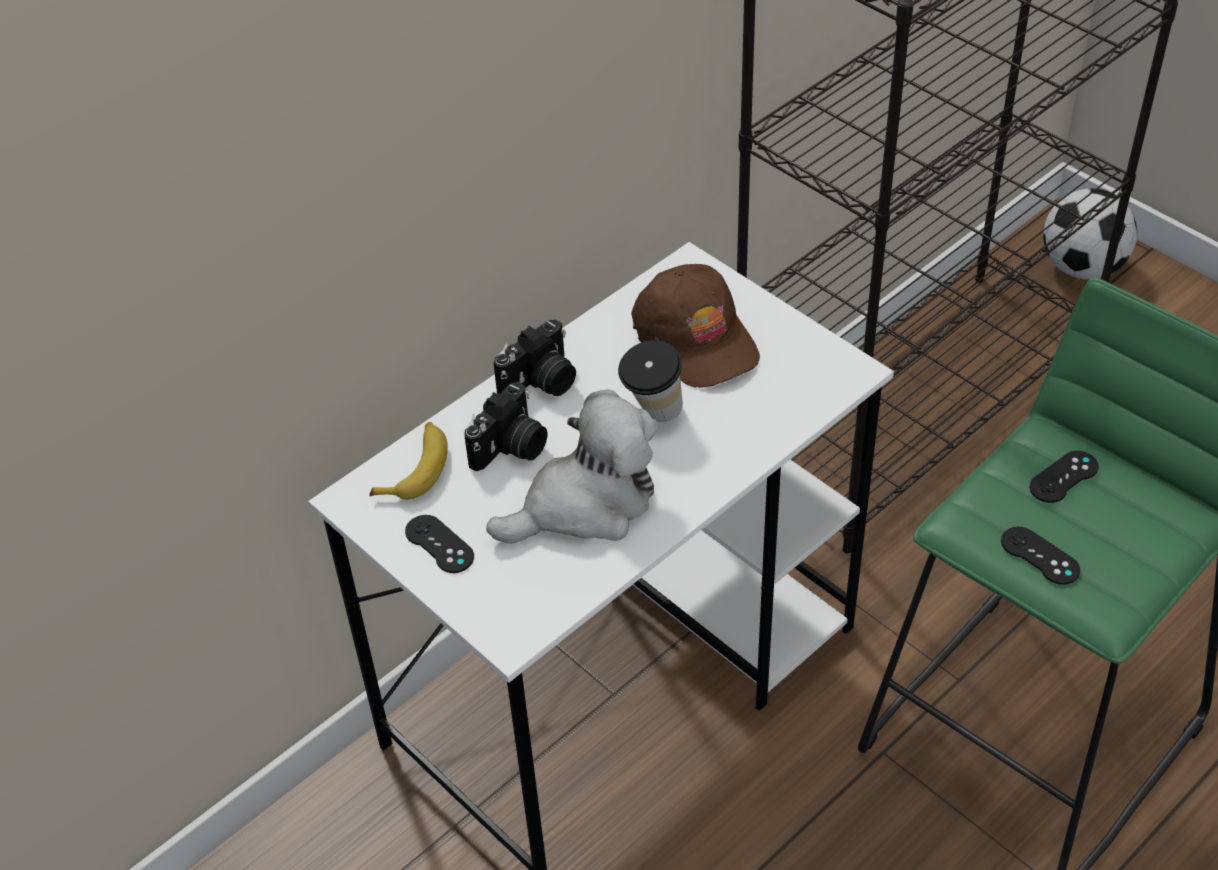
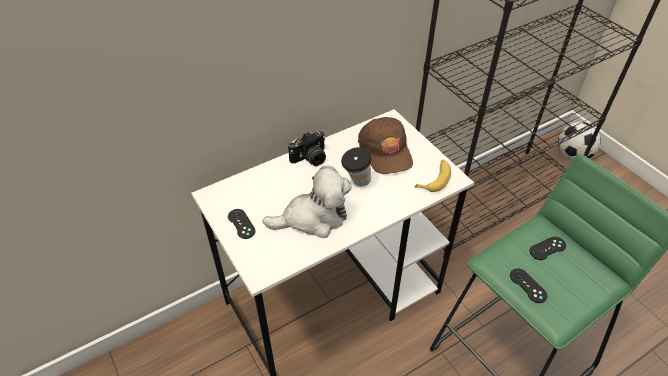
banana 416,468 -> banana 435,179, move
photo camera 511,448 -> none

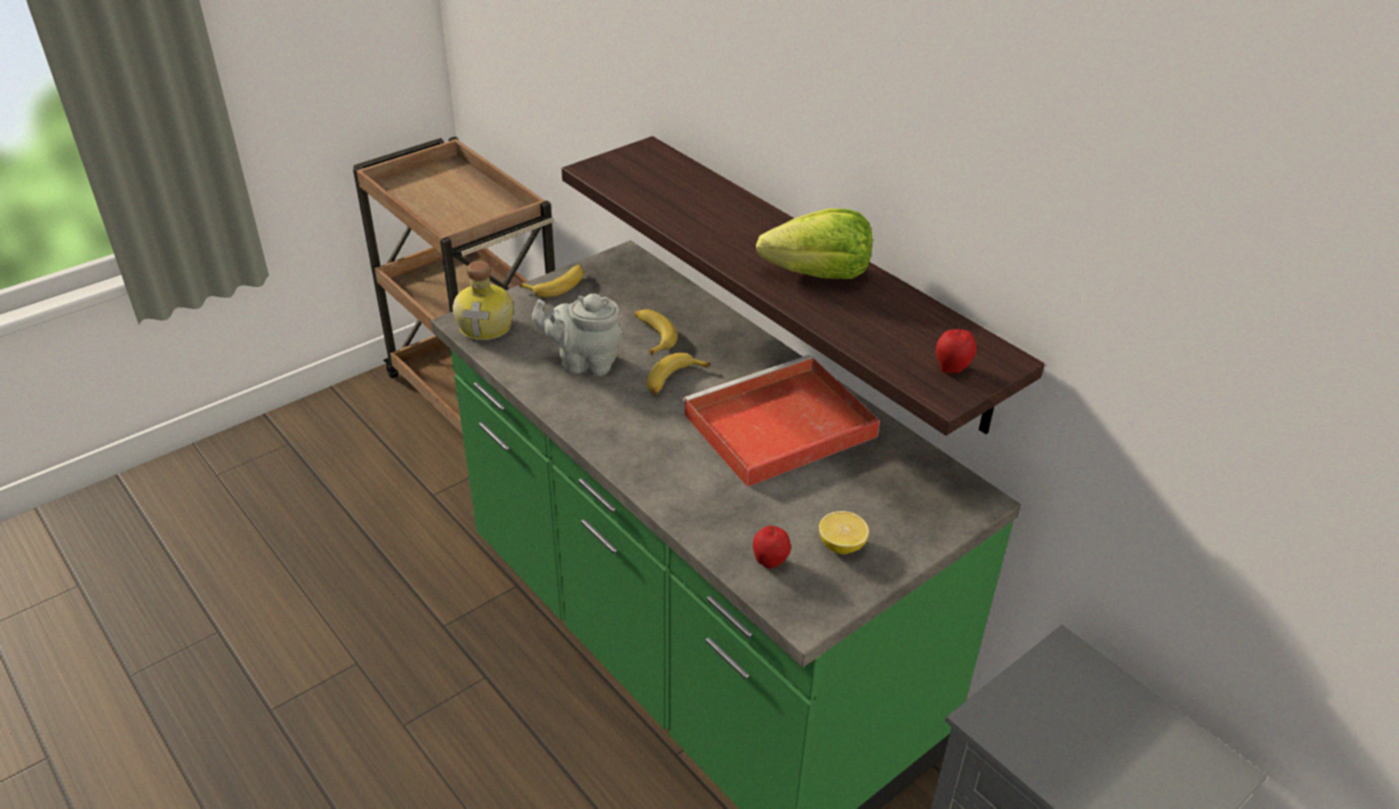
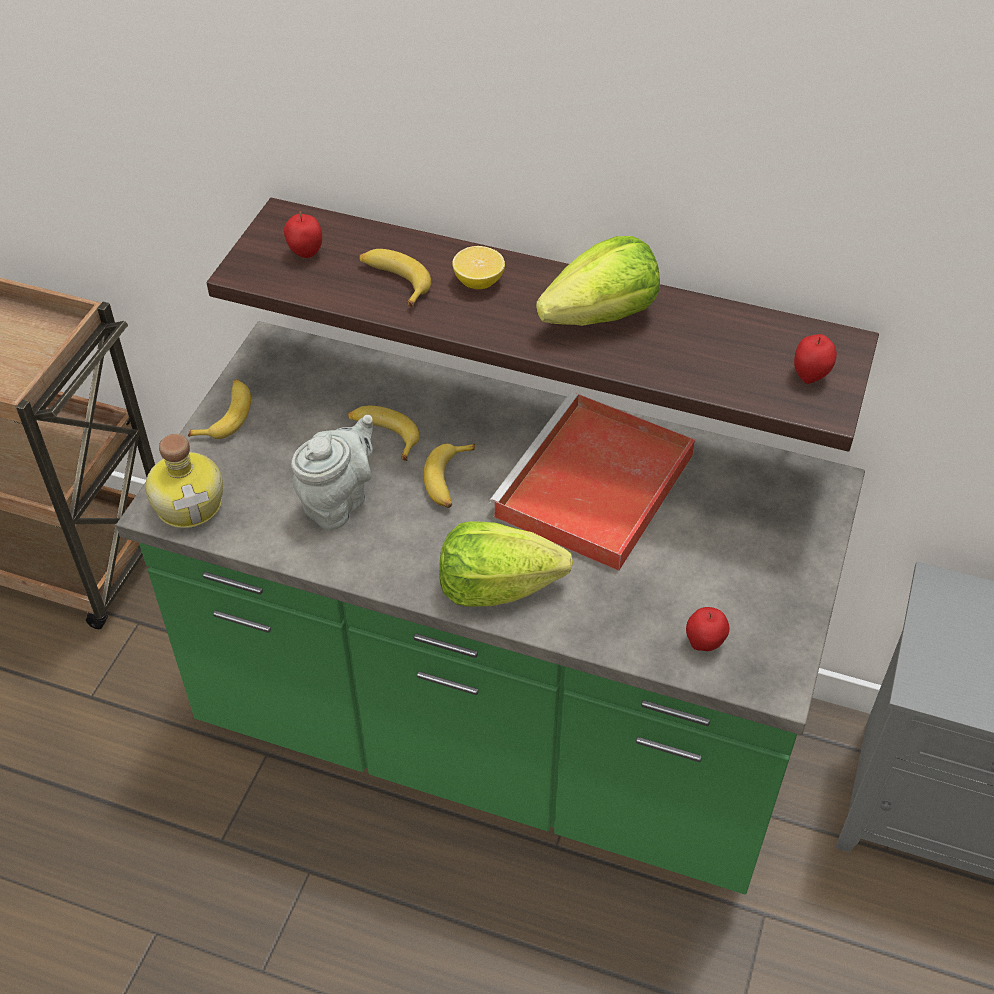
teapot in grey 584,363 -> teapot in grey 338,501, 150 degrees clockwise
lemon 841,545 -> lemon 478,281, move
none -> apple 306,254
none -> banana 394,281
none -> lettuce 497,586

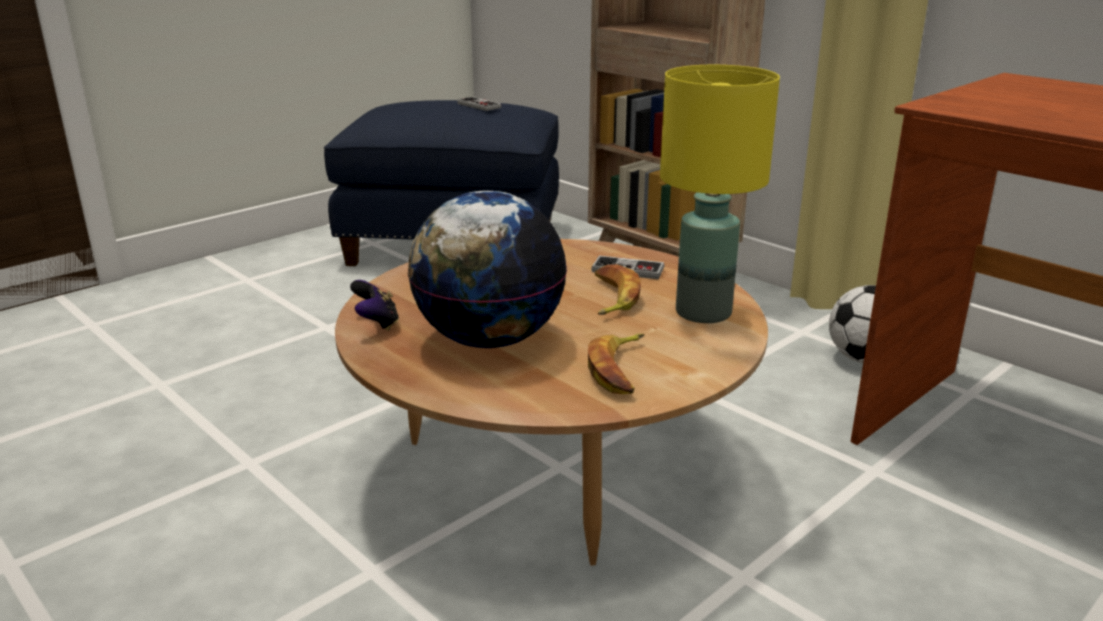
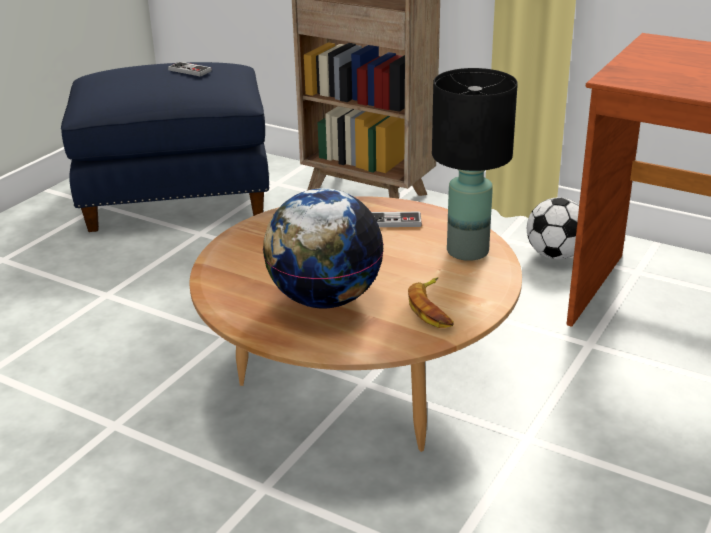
game controller 376,323 -> none
banana 611,297 -> none
table lamp in yellow 701,312 -> table lamp in black 466,251

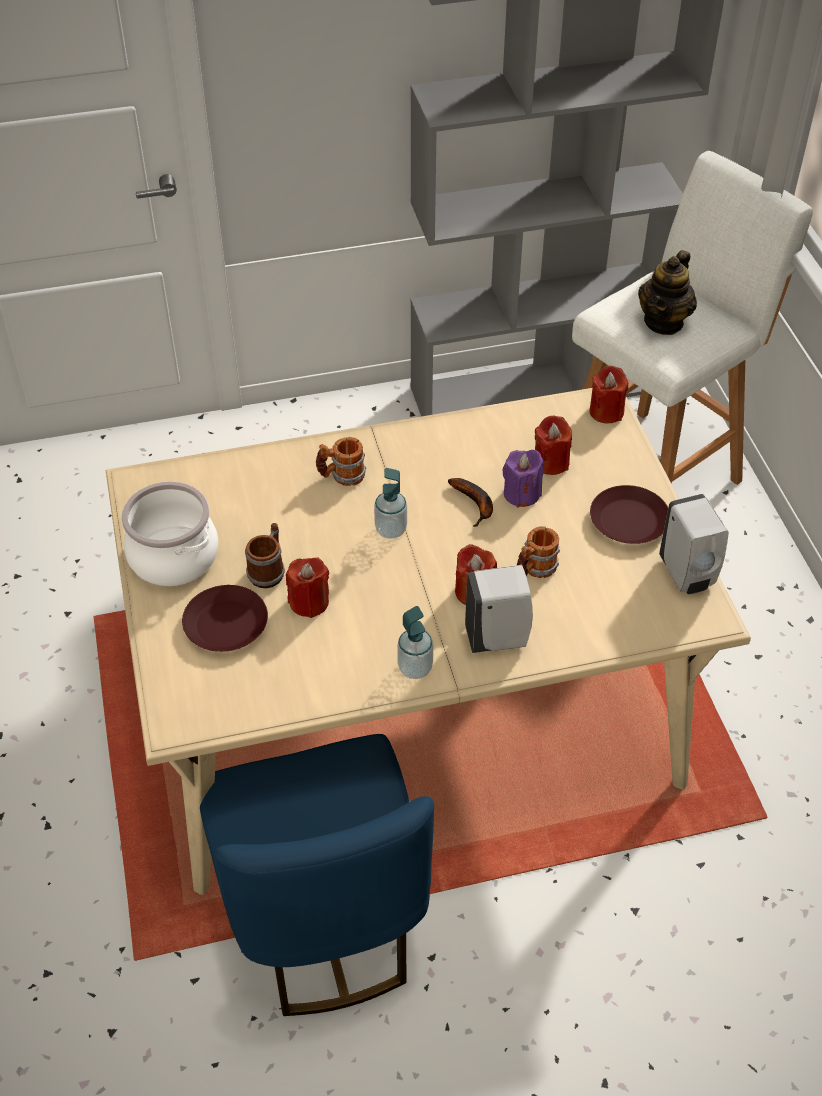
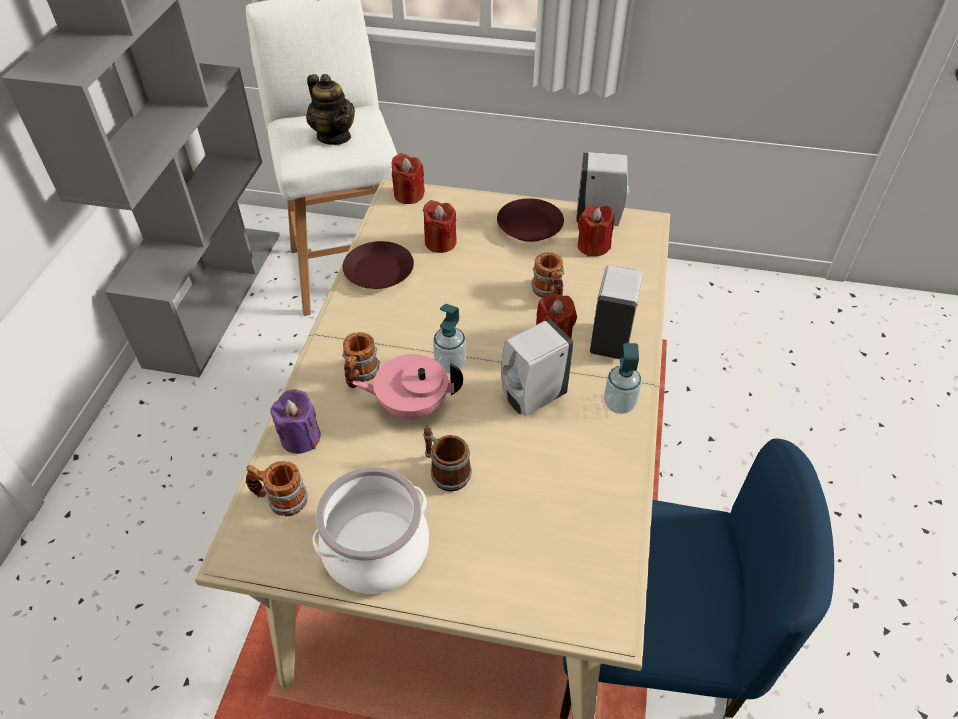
plate in brown 225,624 -> plate in brown 378,271, move
candle in red 309,602 -> candle in red 593,246, move
banana 475,504 -> none
candle in purple 521,494 -> candle in purple 300,437, move
none -> mug 280,499
none -> teapot in pink 412,405
none -> soap dispenser in white 531,398

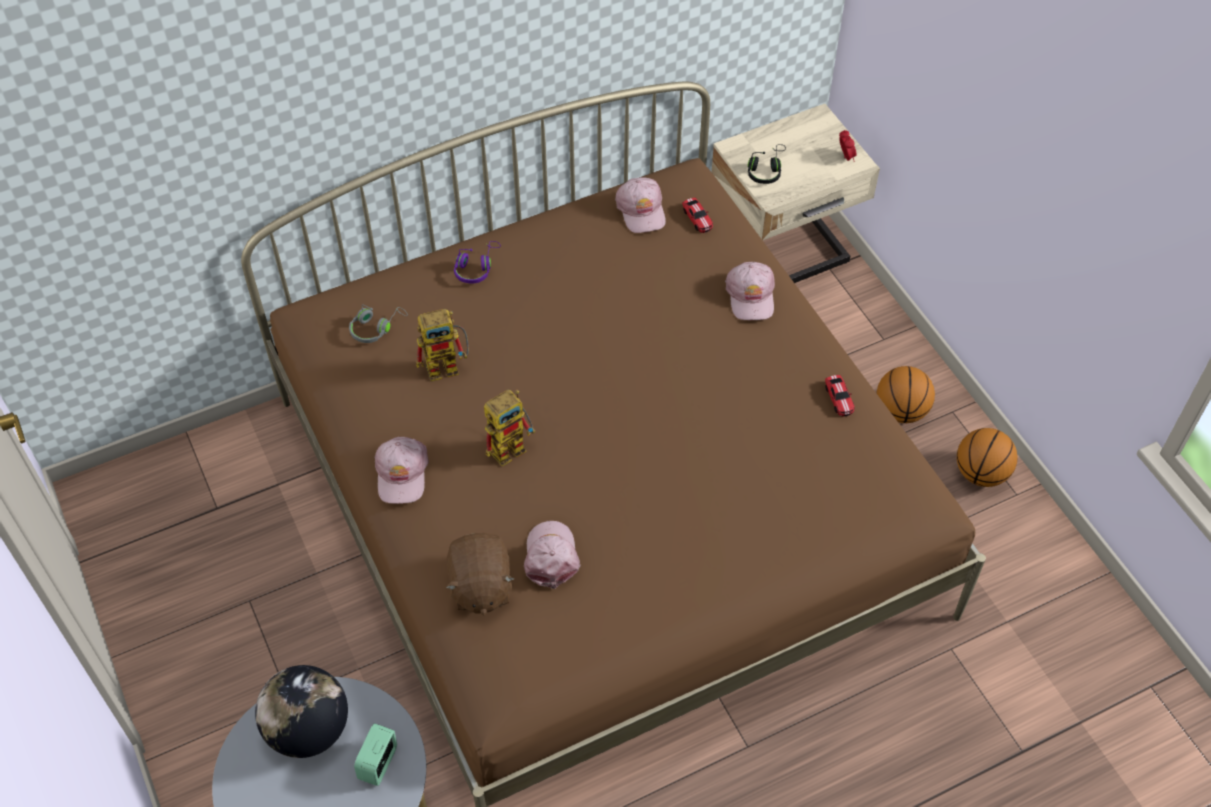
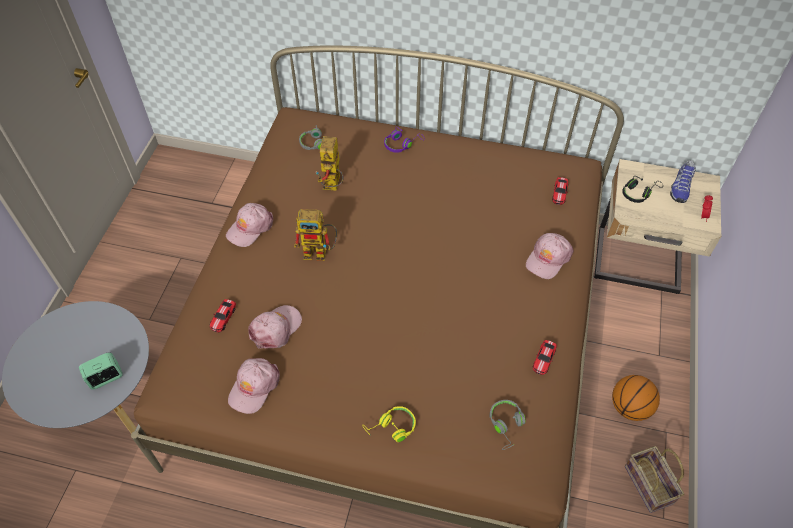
globe 309,730 -> none
toy robot 448,365 -> toy robot 333,186, 75 degrees clockwise
plush toy in brown 480,586 -> toy car 223,317
cap in pink 641,210 -> cap in pink 254,387, move
basketball 981,473 -> basket 650,485
none -> headphones in yellow 392,428
none -> headphones in grey 506,425
none -> shoe 679,188

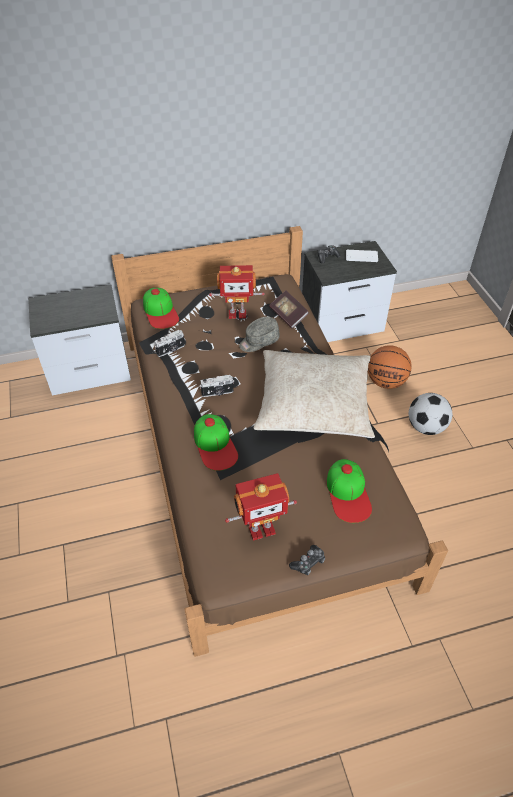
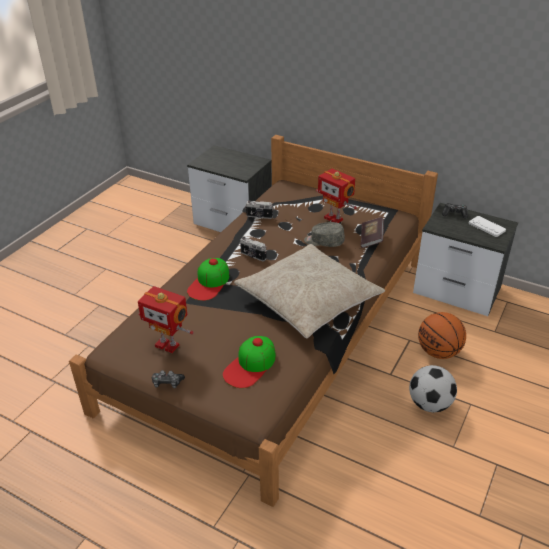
cap 160,312 -> none

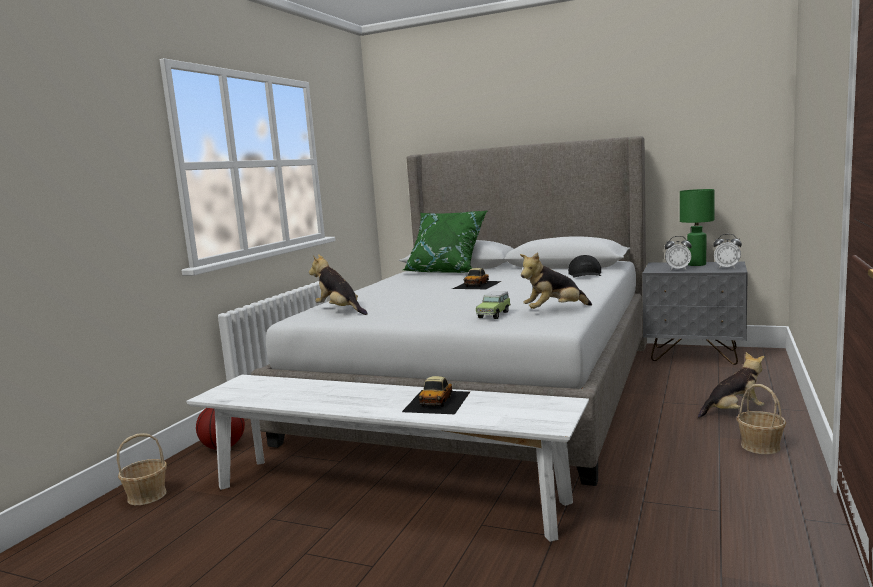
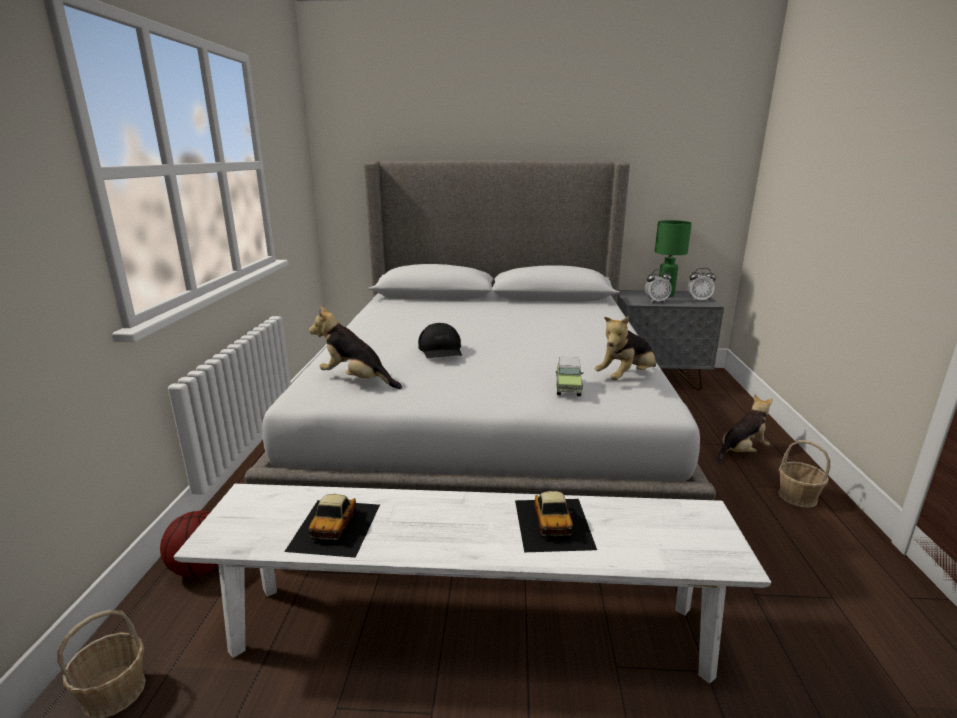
pillow in green 446,271 -> none
toy car 477,284 -> toy car 335,526, move
cap in black 585,274 -> cap in black 441,349, move

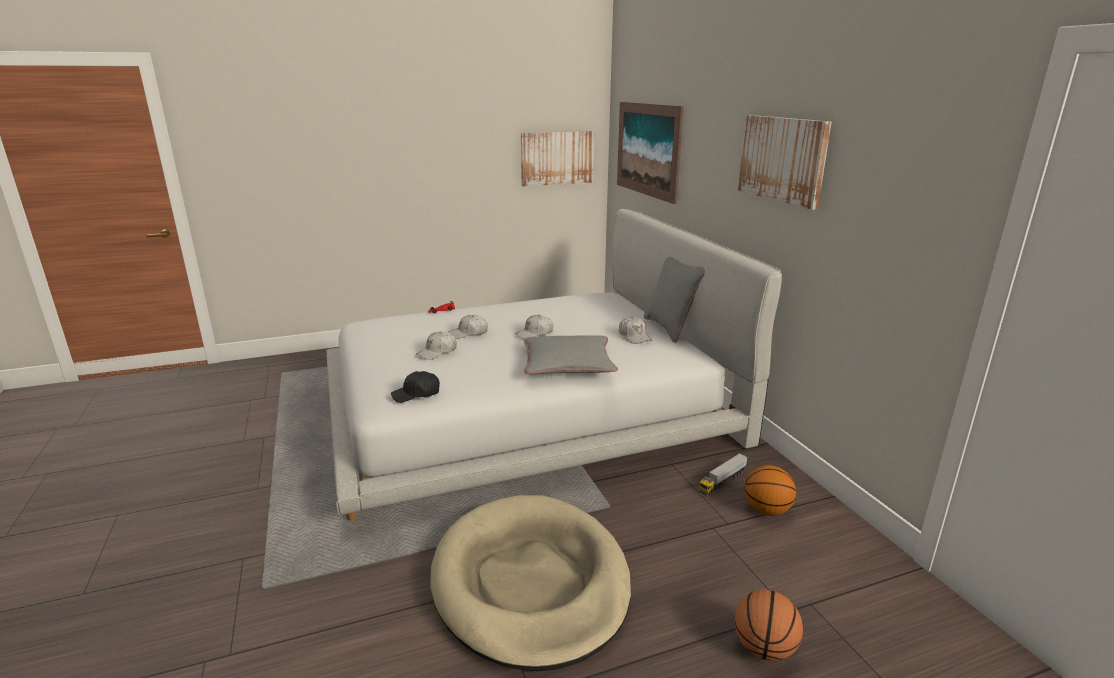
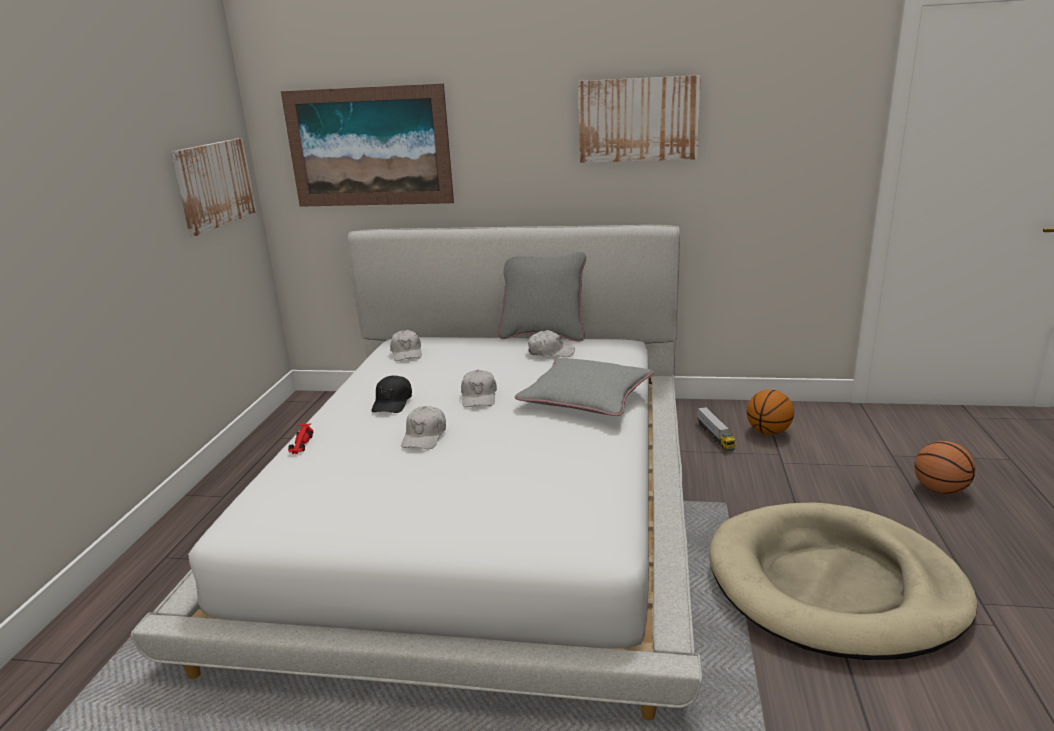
cap in black 416,394 -> cap in black 392,403, move
cap in white 437,352 -> cap in white 407,353, move

